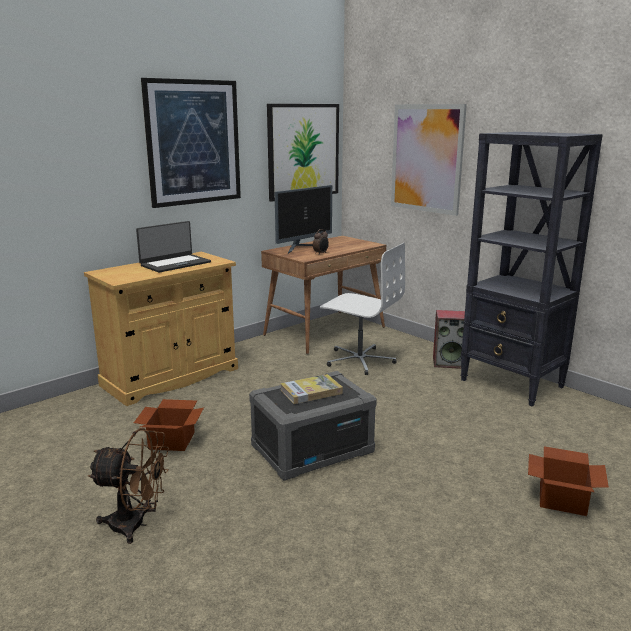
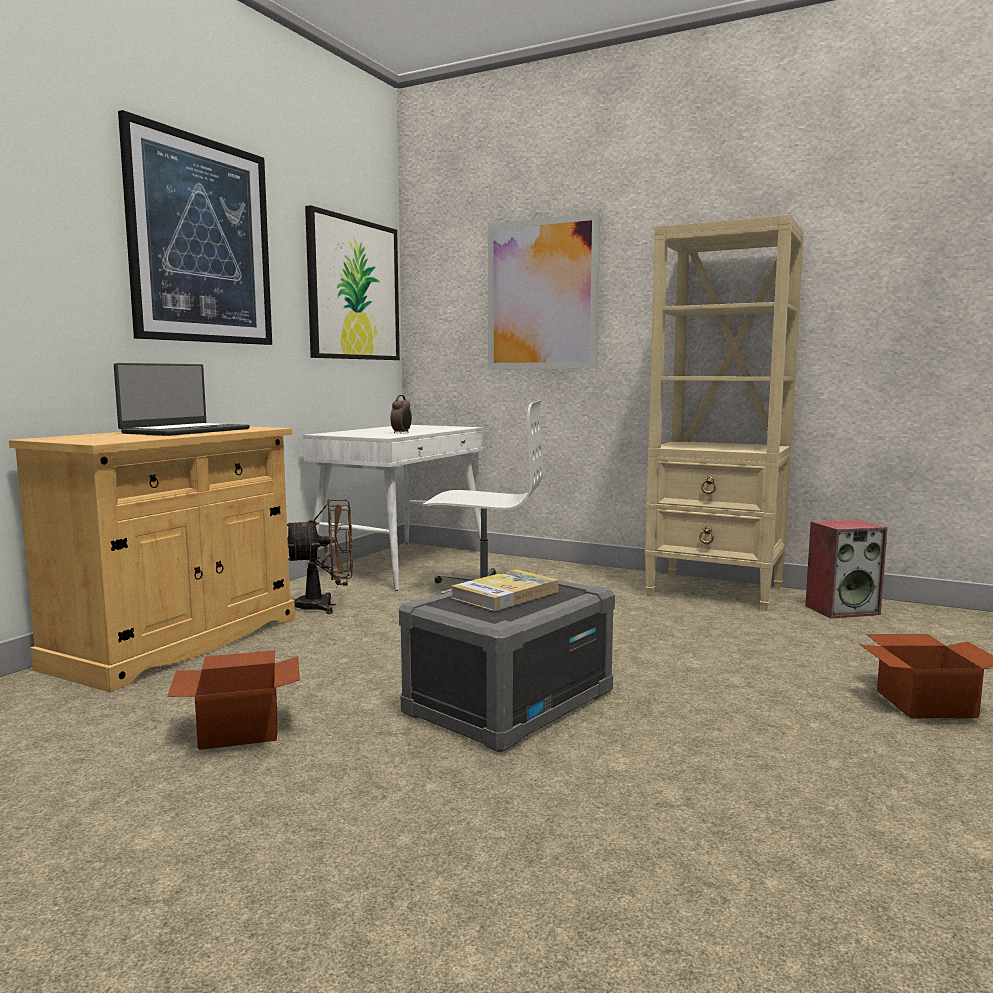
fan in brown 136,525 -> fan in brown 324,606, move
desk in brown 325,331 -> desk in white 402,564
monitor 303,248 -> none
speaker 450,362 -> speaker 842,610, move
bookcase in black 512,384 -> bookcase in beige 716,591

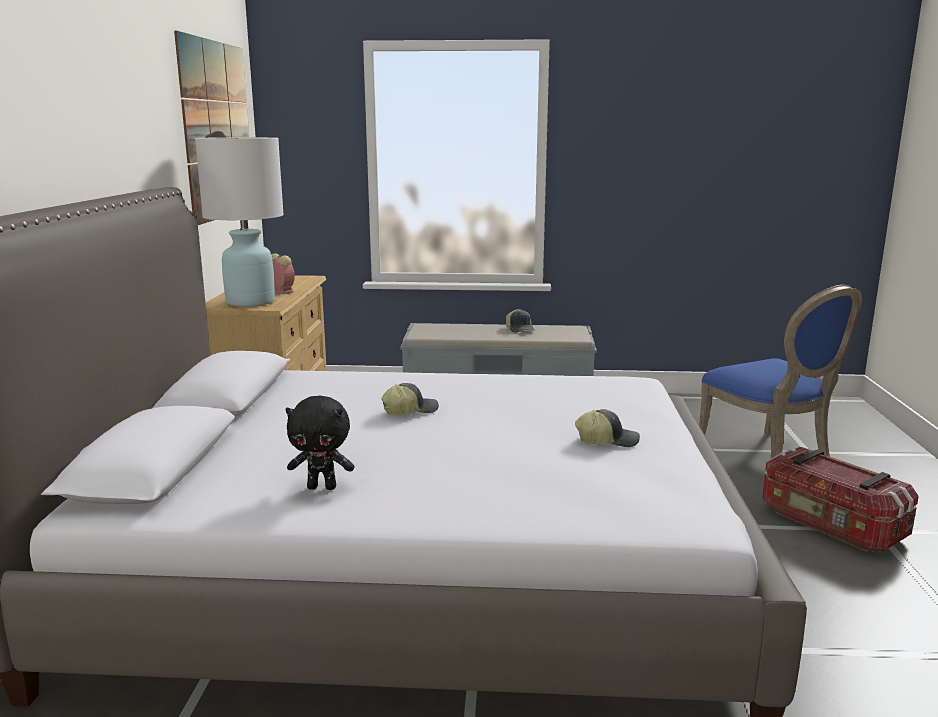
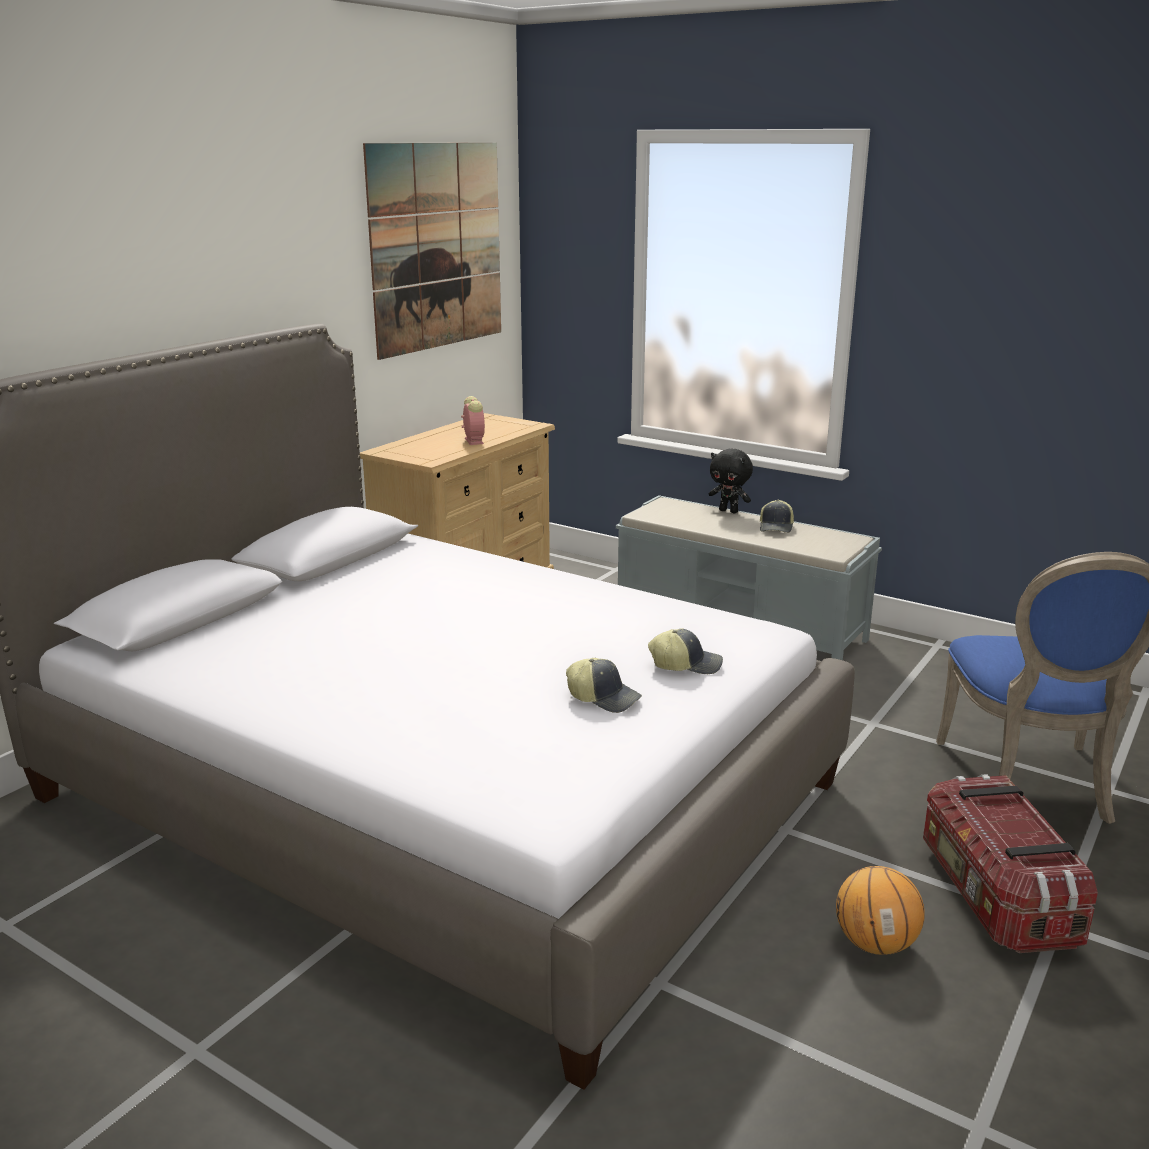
table lamp in white 250,302 -> none
plush toy in black 322,487 -> plush toy in black 729,511, move
cap 410,410 -> cap 686,664, move
none -> basketball 875,943

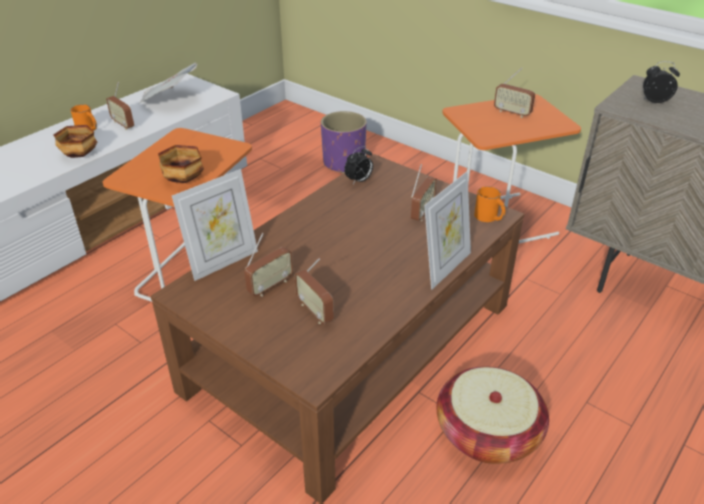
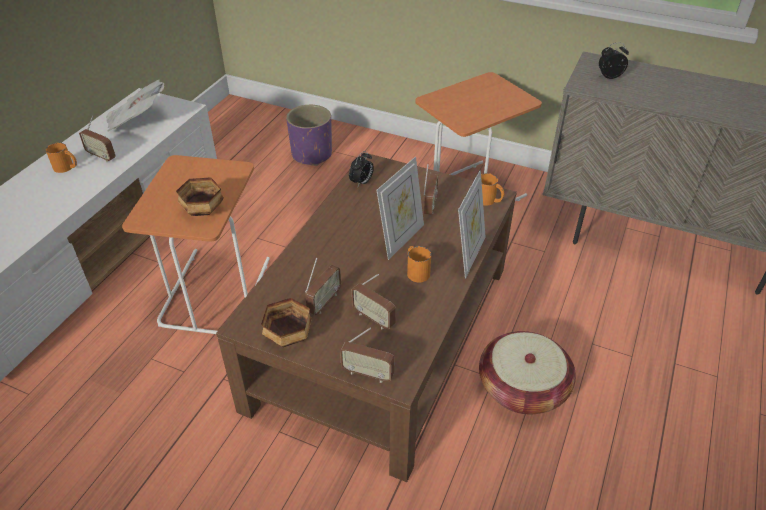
bowl 80,154 -> bowl 289,335, move
picture frame 223,262 -> picture frame 401,239, move
radio 512,113 -> radio 367,374, move
none -> mug in orange 416,271

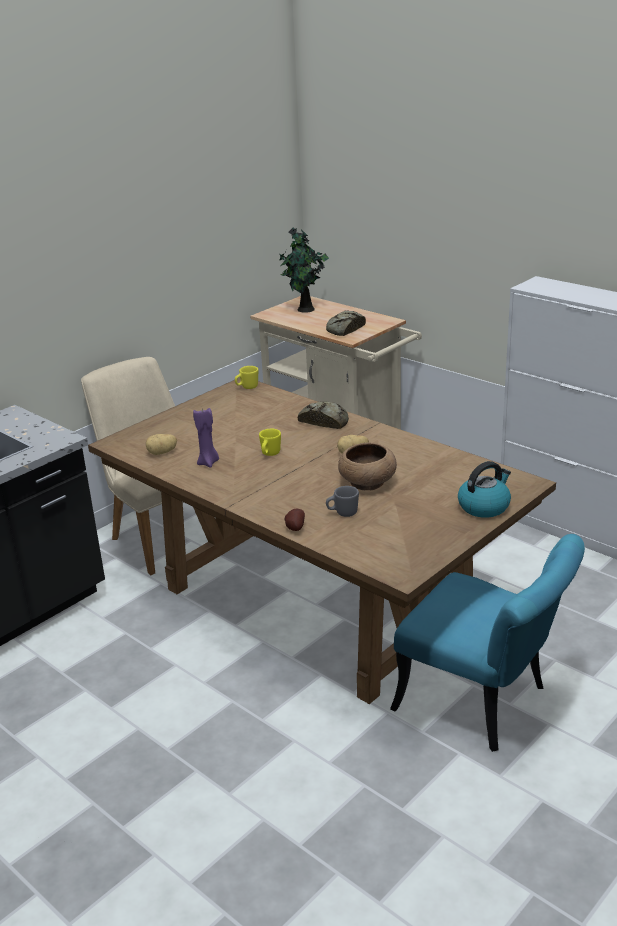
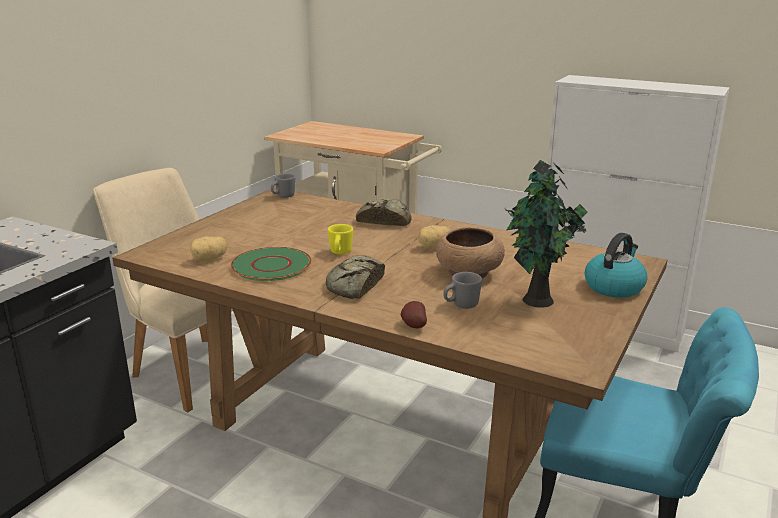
candle in purple 208,463 -> plate in green 271,266
mug in yellow 247,387 -> mug in grey 283,197
potted plant 305,310 -> potted plant 538,302, move
bread 344,329 -> bread 354,286, move

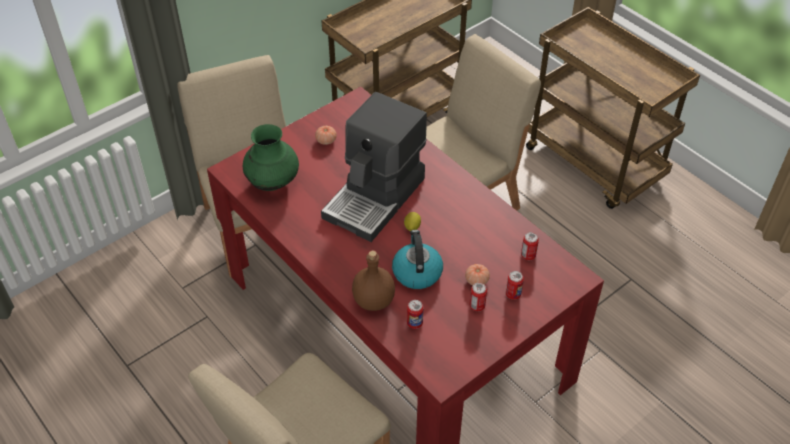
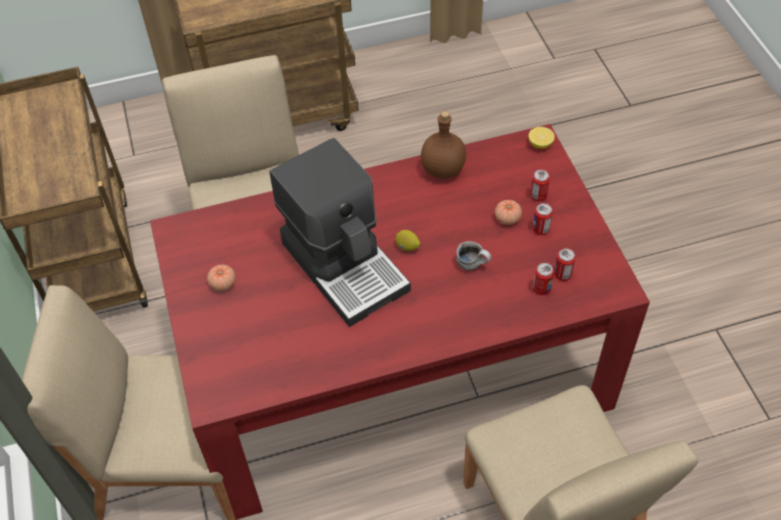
vase in green 273,182 -> none
bottle in brown 373,301 -> bottle in brown 443,169, move
kettle 416,272 -> mug 473,264
can 528,255 -> can 562,275, move
none -> lemon 540,144

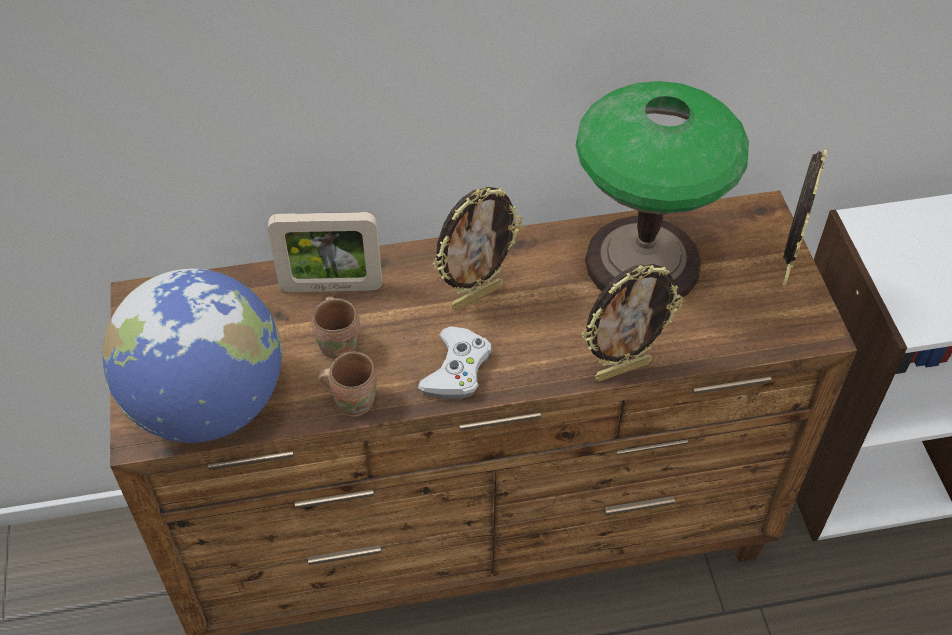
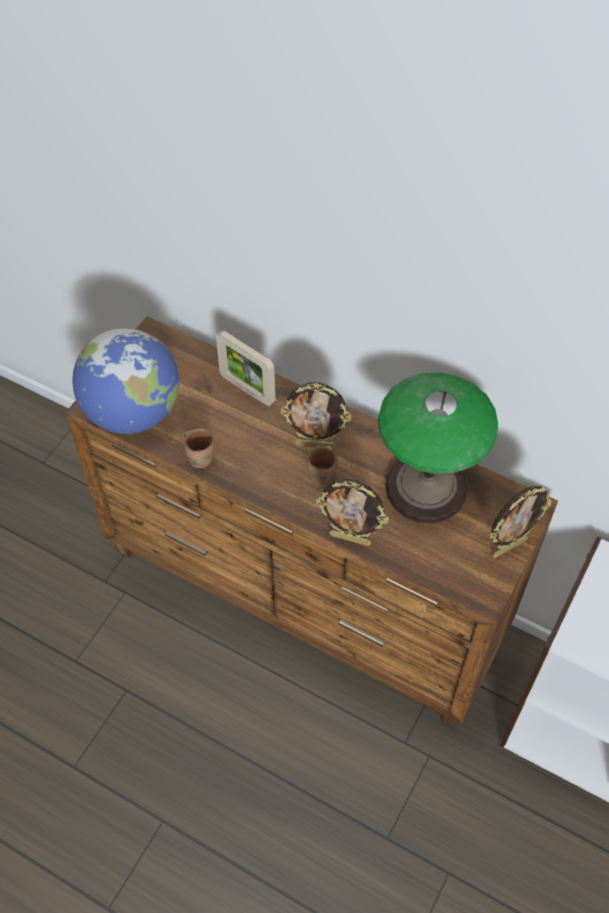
mug in brown 340,344 -> mug in brown 323,475, move
game controller in white 457,369 -> none

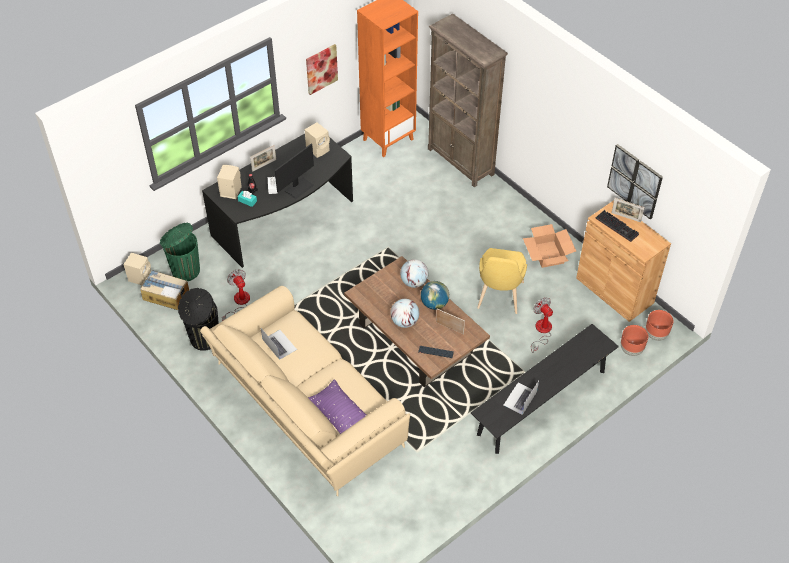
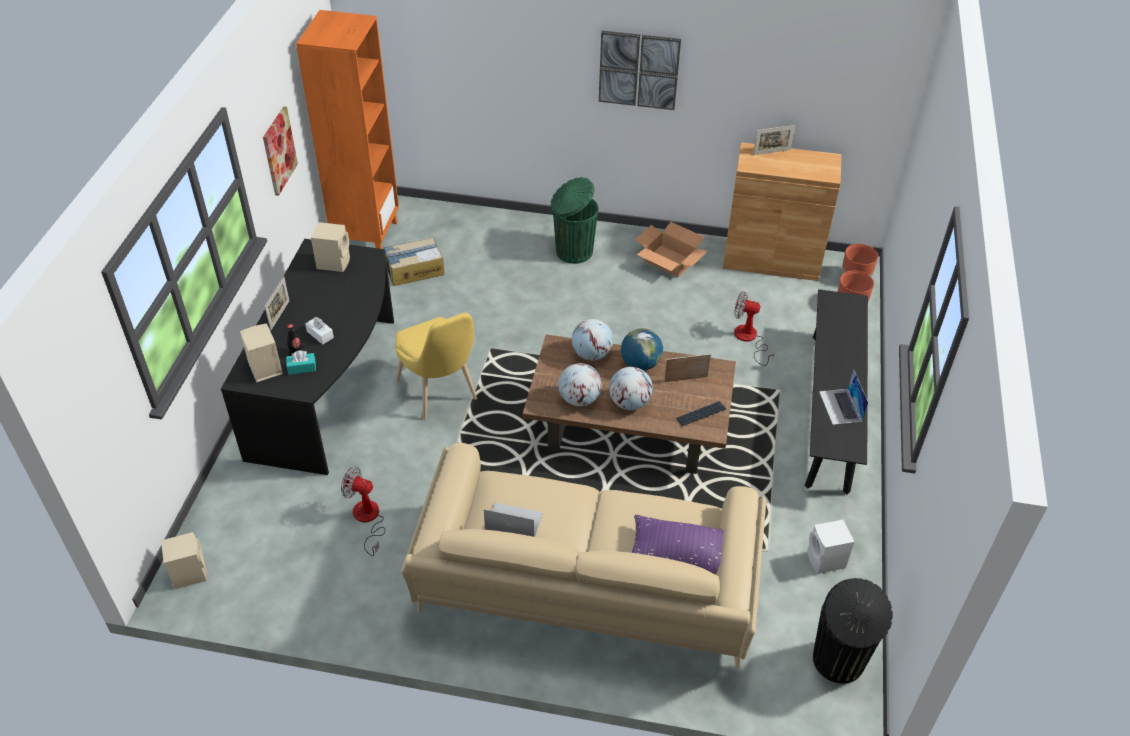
cardboard box 166,295 -> cardboard box 414,269, move
trash can in green 185,270 -> trash can in green 573,251, move
trash can in black 204,339 -> trash can in black 838,662, move
monitor 299,187 -> none
bookcase in brown 461,162 -> none
chair in yellow 499,298 -> chair in yellow 440,394, move
keyboard 618,226 -> none
picture 635,181 -> picture 638,70, move
none -> globe 579,399
none -> speaker in white 826,561

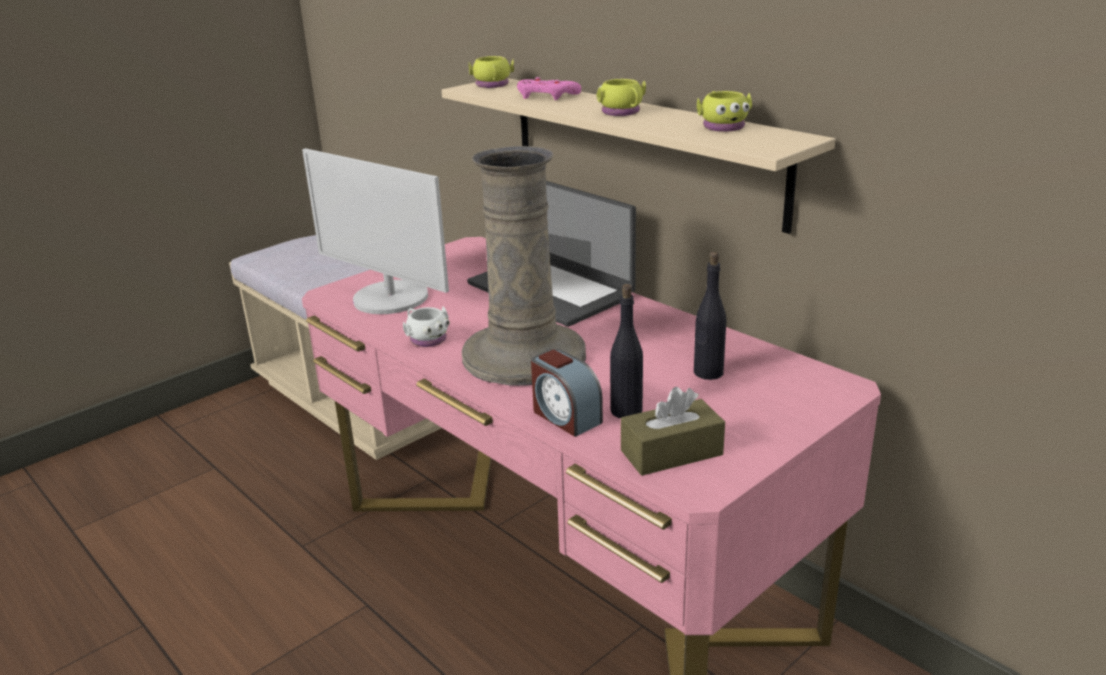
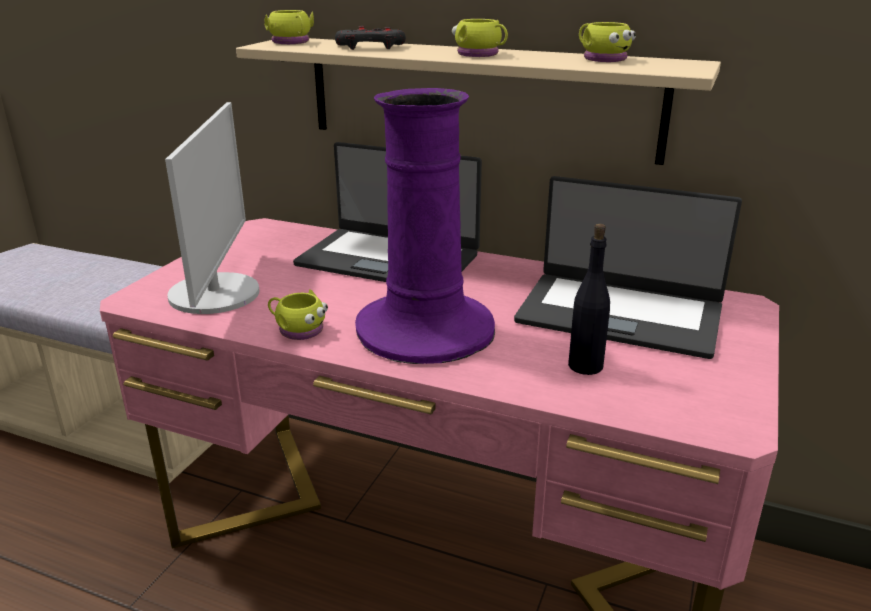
monitor 390,299 -> monitor 216,294, 105 degrees counterclockwise
mug in white 426,338 -> mug in yellow 297,330
vase in beige 524,356 -> vase in purple 426,329
game controller in pink 546,96 -> game controller in grey 370,47
alarm clock 565,416 -> none
tissue box in brown 671,453 -> none
bottle in black 708,373 -> laptop 620,313

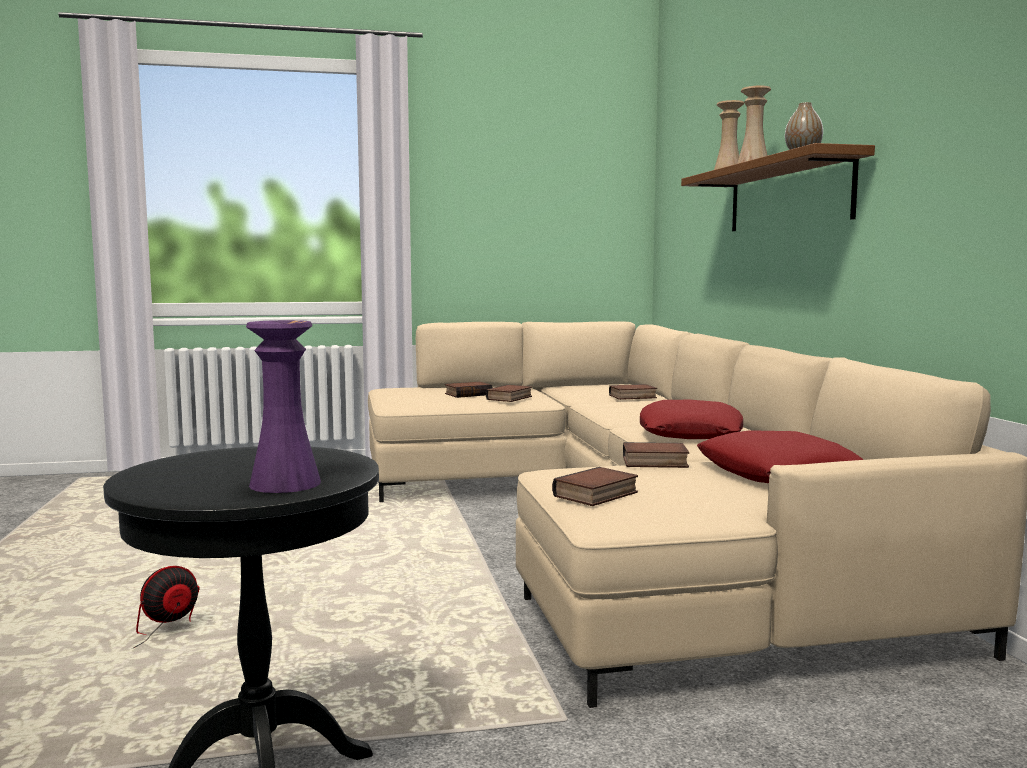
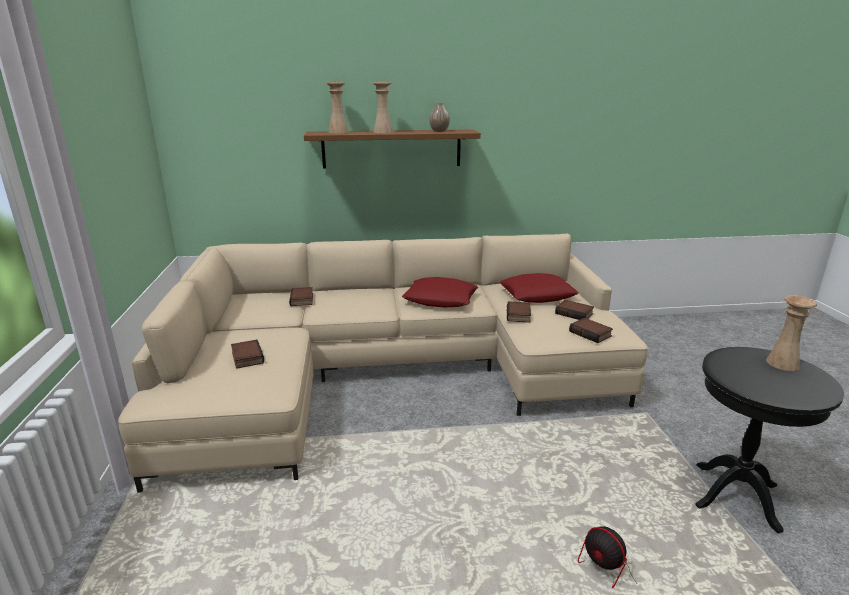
vase in purple 285,483 -> vase in beige 782,363
book 510,398 -> book 575,313, move

